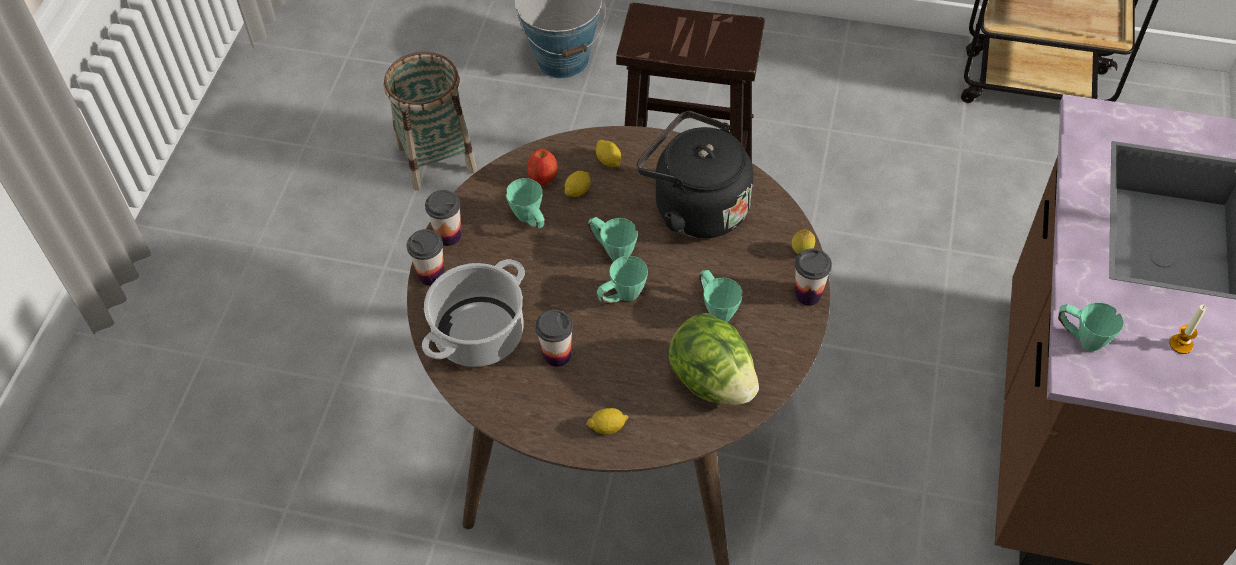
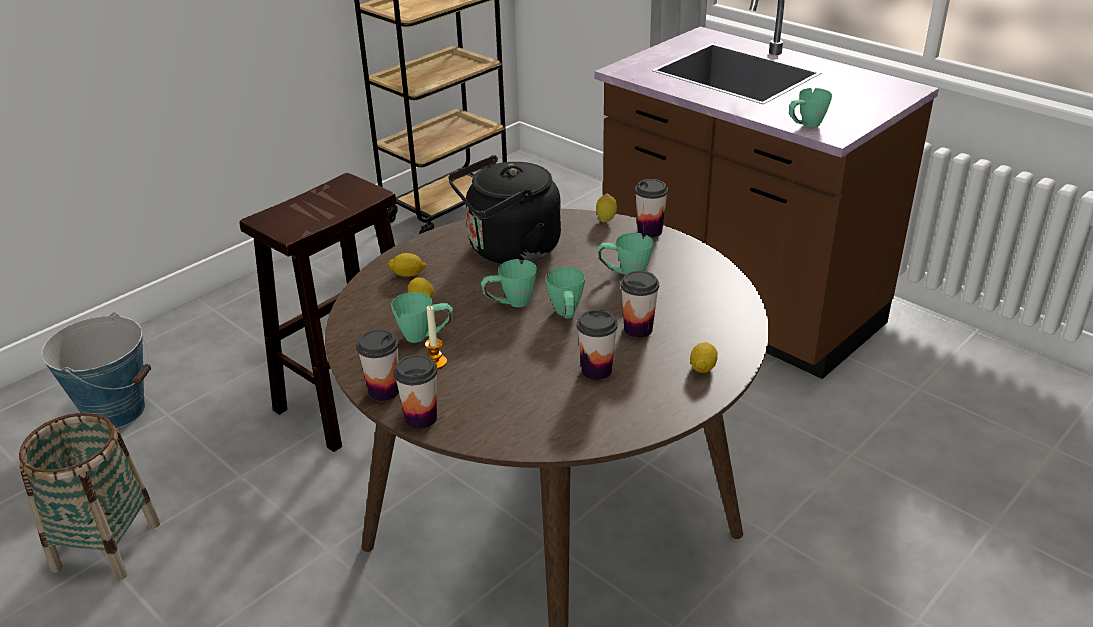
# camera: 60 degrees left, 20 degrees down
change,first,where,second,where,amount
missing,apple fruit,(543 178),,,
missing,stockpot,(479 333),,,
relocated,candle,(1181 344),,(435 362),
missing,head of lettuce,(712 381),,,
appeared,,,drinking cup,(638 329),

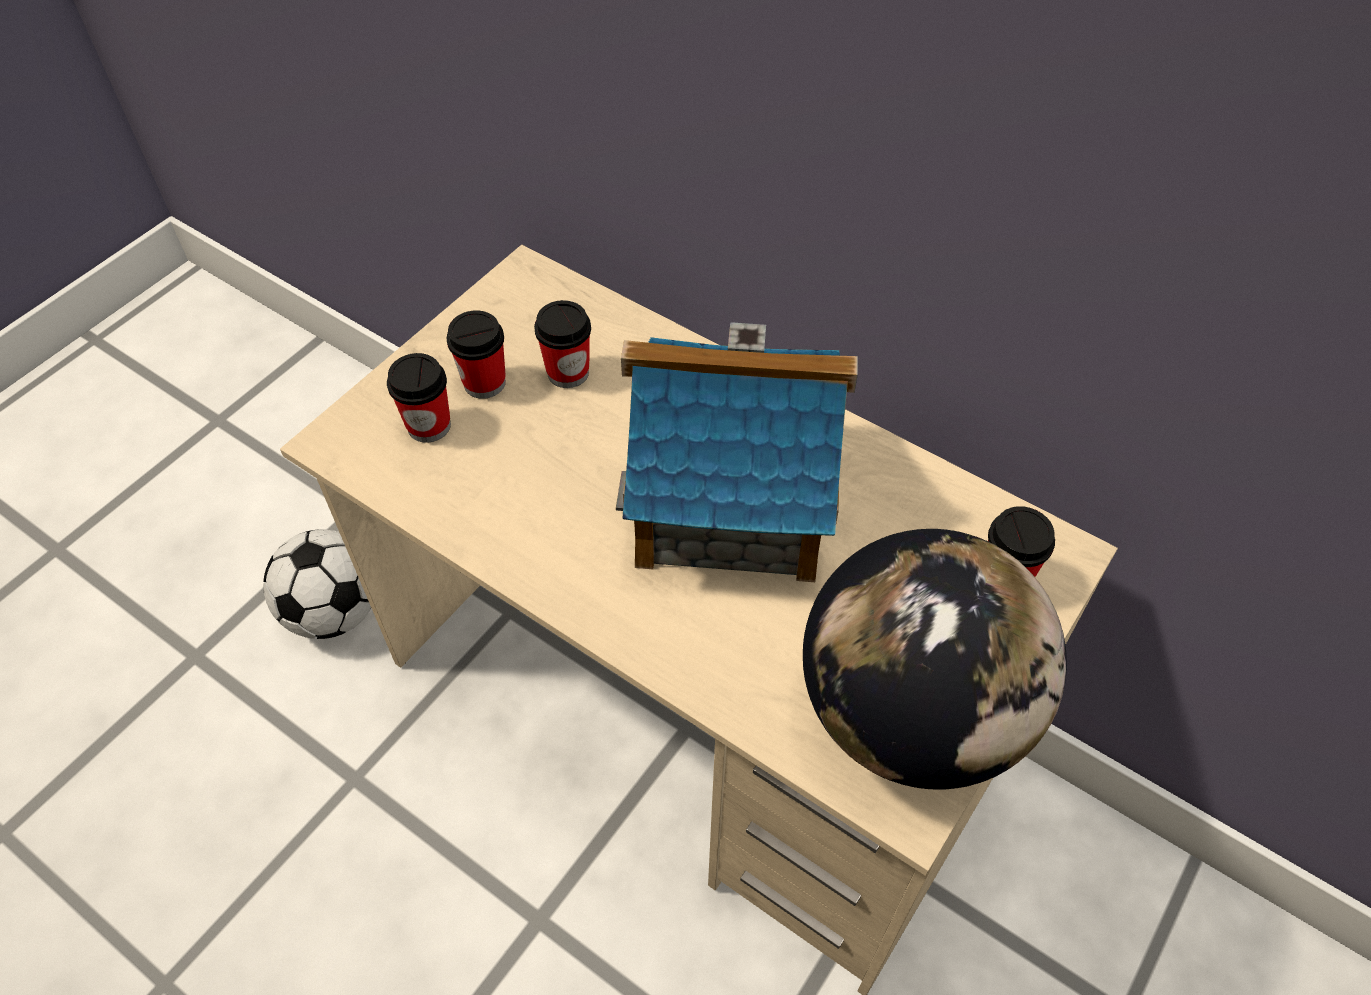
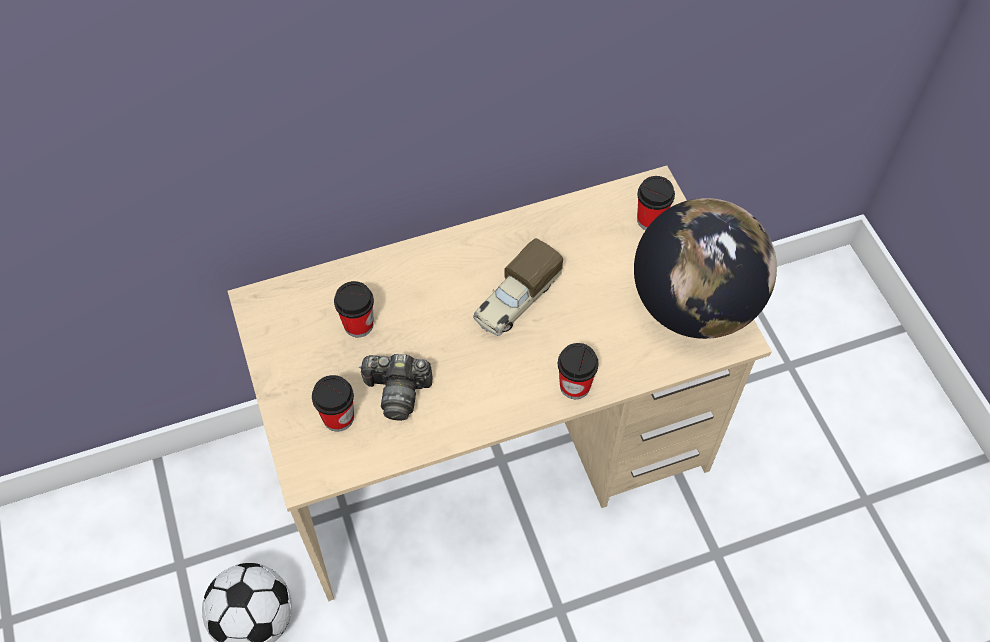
# camera: 55 degrees left, 5 degrees up
change,first,where,second,where,amount
relocated,drinking cup,(484 382),,(575 386),
exchanged,miniature house,(732 501),model truck,(516 301),
appeared,,,still camera,(398 391),

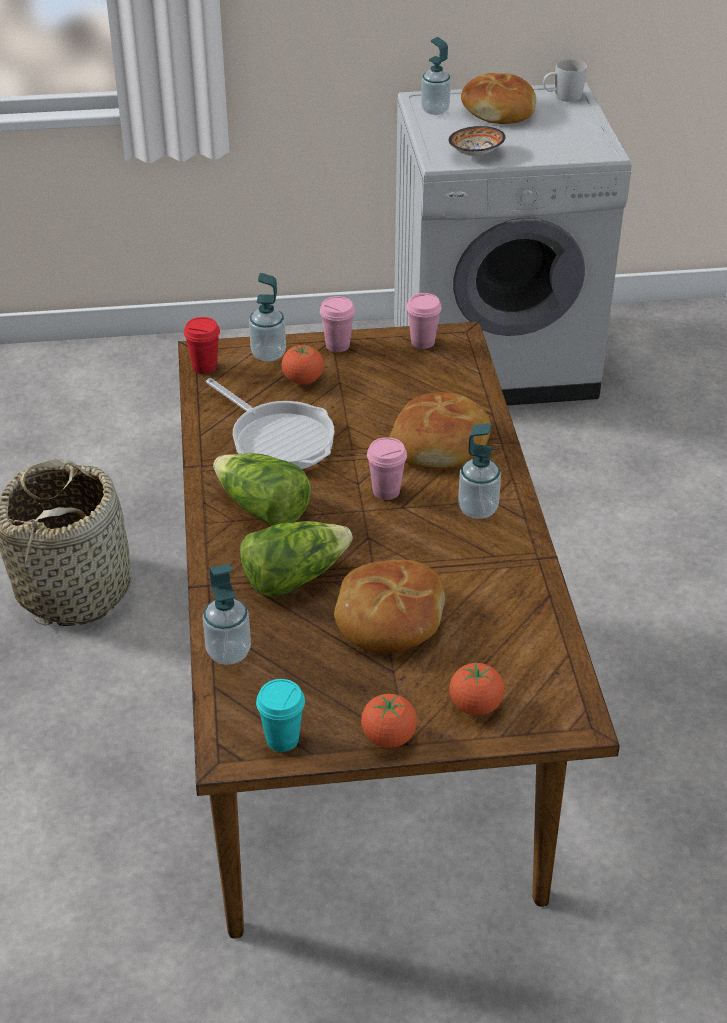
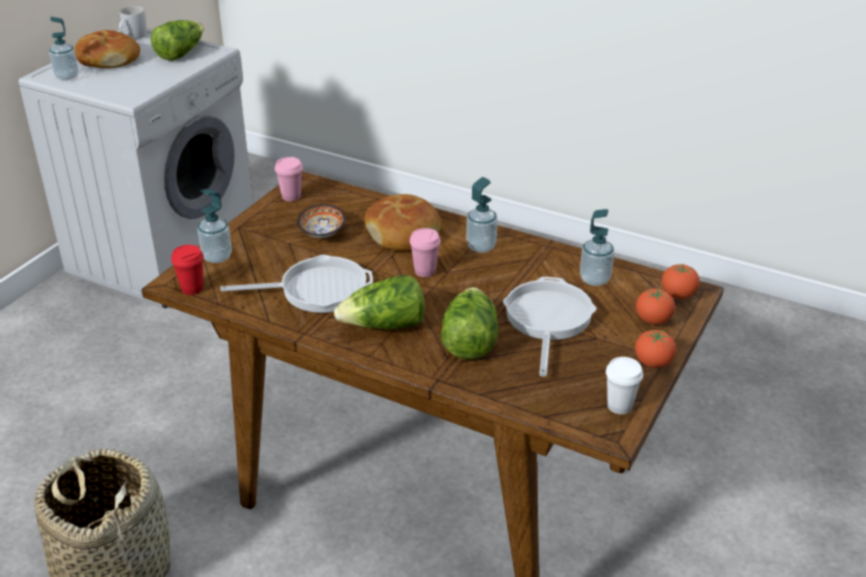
# camera: 55 degrees left, 5 degrees down
change,first,where,second,where,amount
relocated,bowl,(474 153),,(321 234),
missing,pinkish drinking cup,(337 345),,,
relocated,whole tomato,(303 380),,(678 295),
exchanged,bread,(388 619),pan,(547 320),
relocated,soap dispenser,(228 652),,(594 279),
colour,turquoise drinking cup,(282 739),white drinking cup,(619 406),
appeared,,,head of lettuce,(180 53),

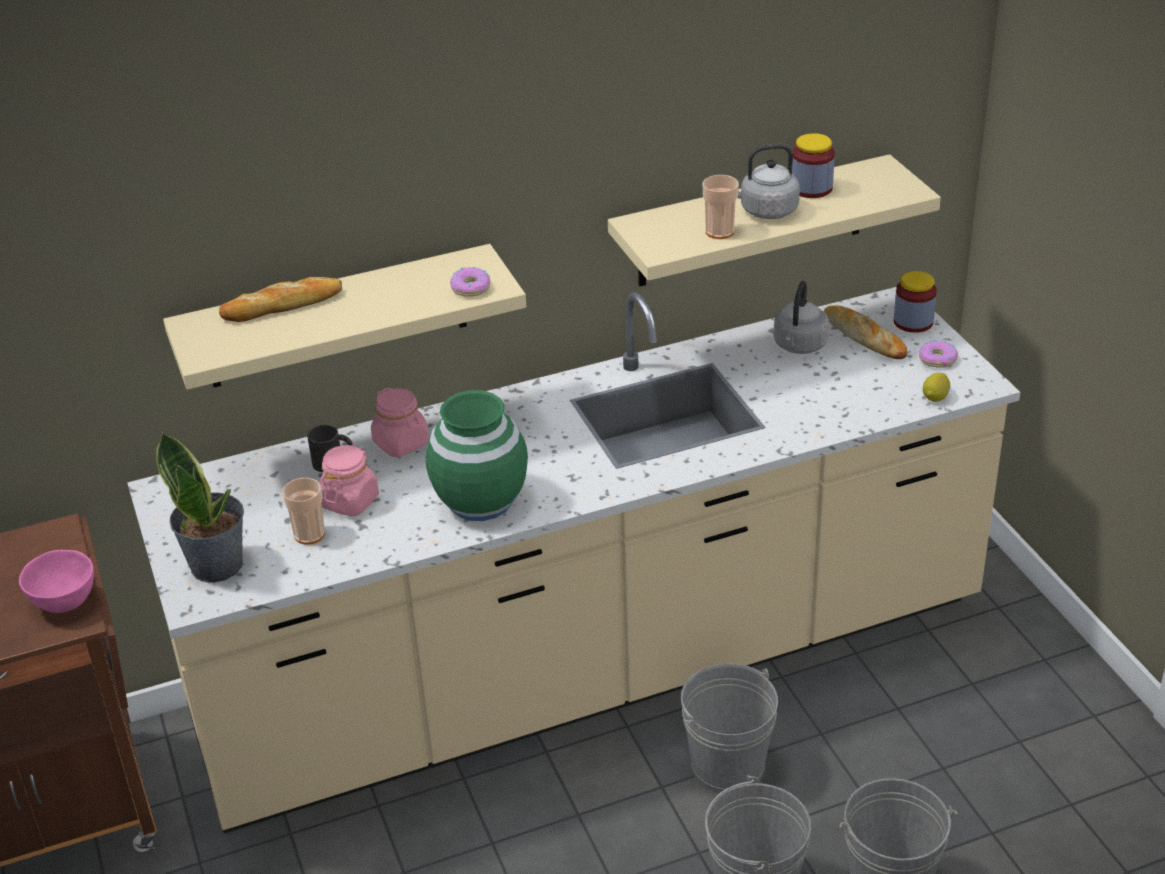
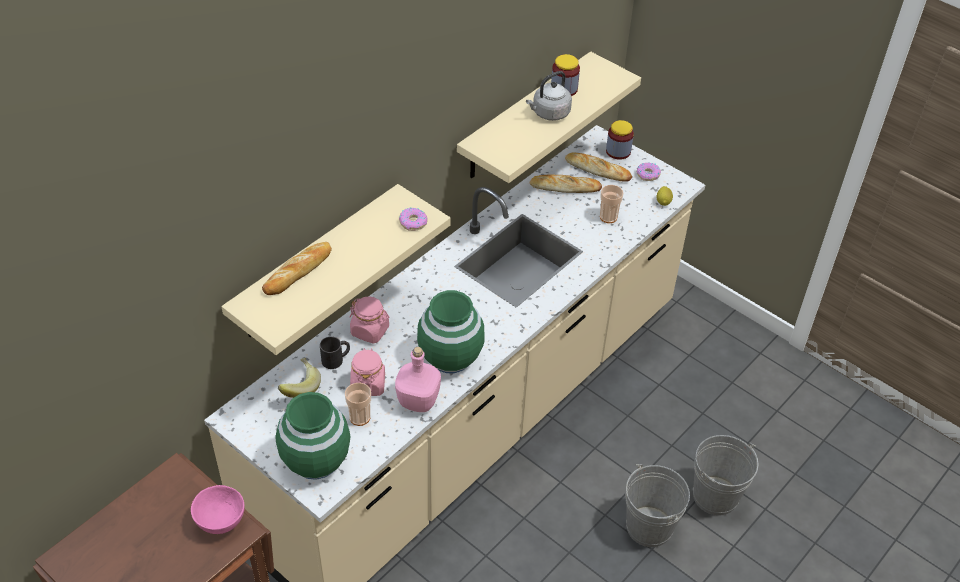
# camera: 30 degrees left, 10 degrees up
change,first,where,second,where,amount
relocated,drinking cup,(719 232),,(608 217),
exchanged,grey kettle,(799 346),bread,(565 187),
exchanged,houseplant,(217 564),green-coloured decorative vase,(315 460),
missing,grey pail,(728 767),,,
appeared,,,pinkish bottle,(418 401),
appeared,,,banana fruit,(298 386),

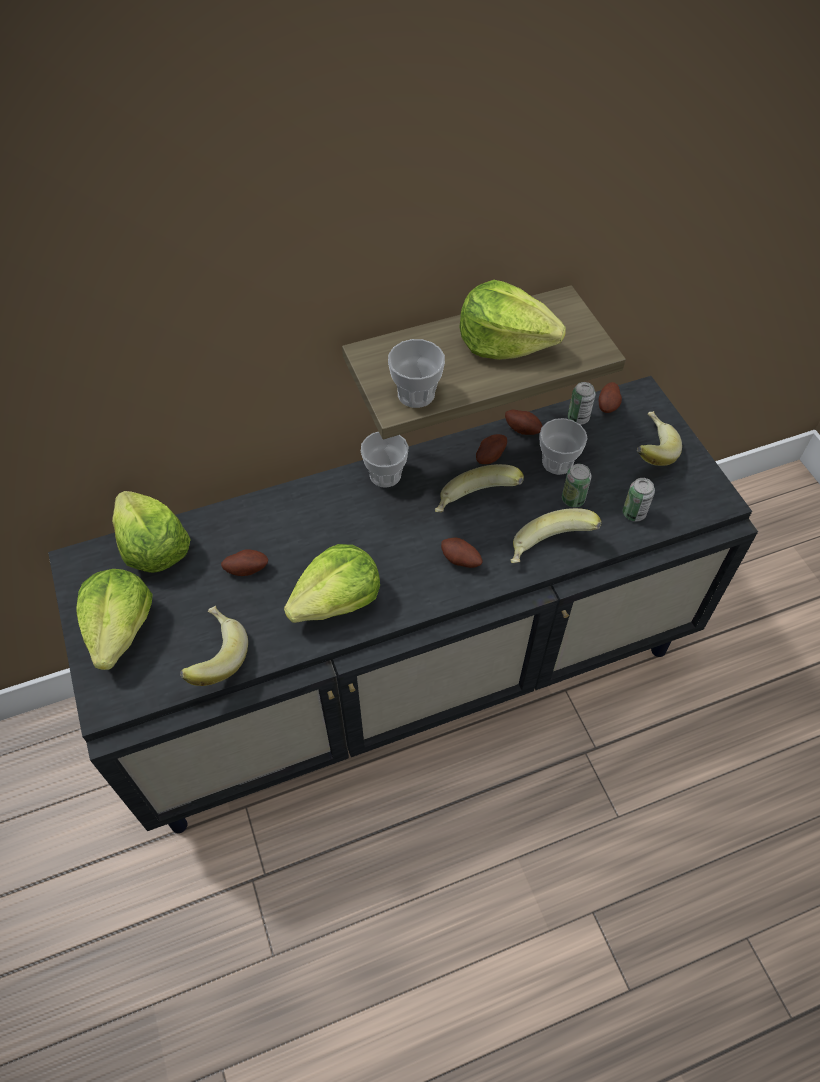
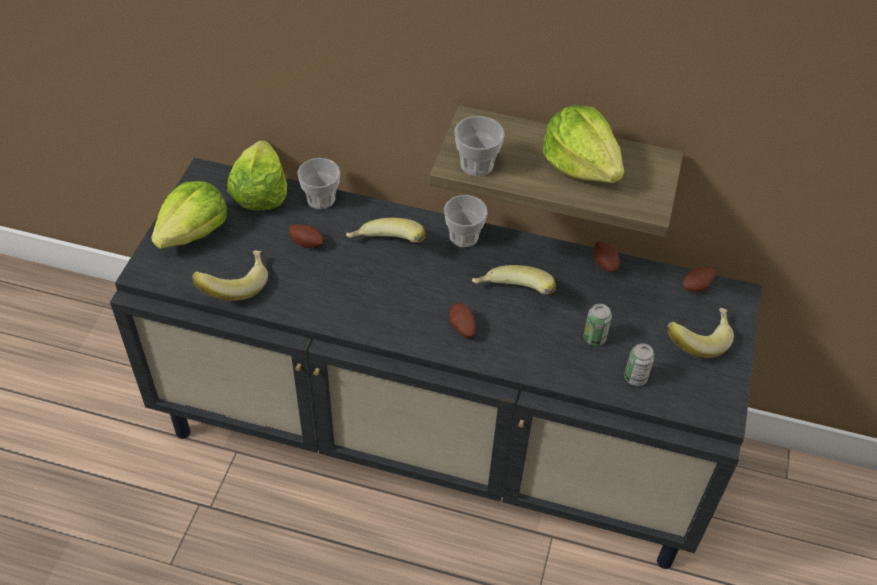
# camera: 35 degrees right, 5 degrees down
change,first,where,second,where,amount
missing,can,(578 418),,,
relocated,drinking cup,(557 462),,(321 199),
missing,potato,(489 456),,,
relocated,banana fruit,(549 552),,(386 248),
missing,head of lettuce,(337 601),,,

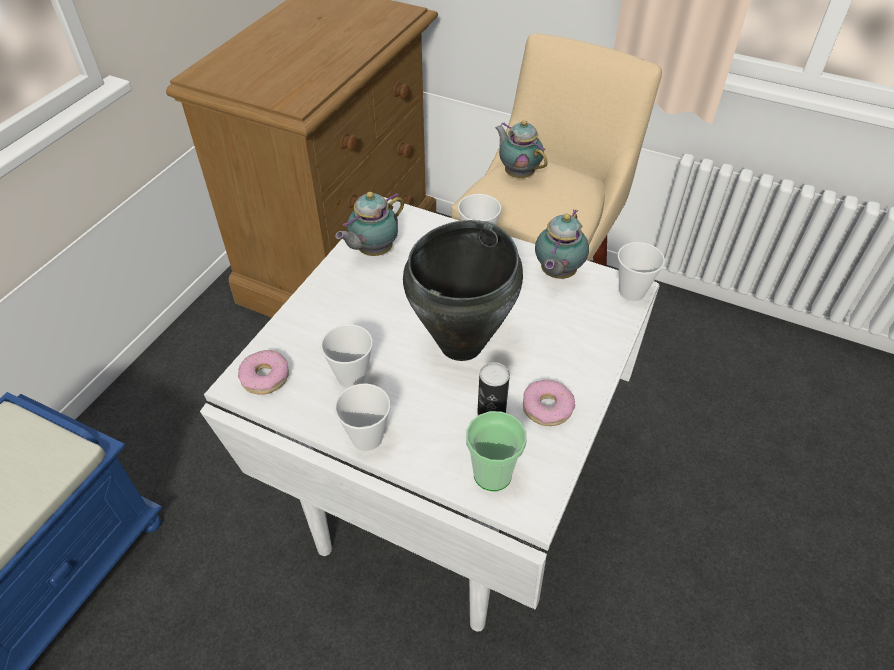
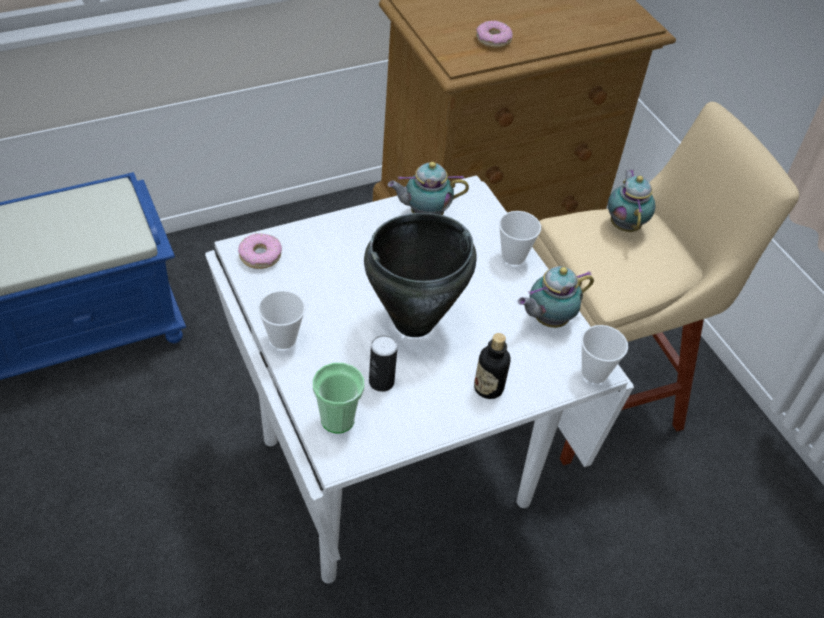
# camera: 35 degrees right, 0 degrees up
change,first,where,second,where,amount
missing,drinking cup,(352 377),,,
relocated,donut,(547 407),,(493 39),
appeared,,,bottle,(488 388),

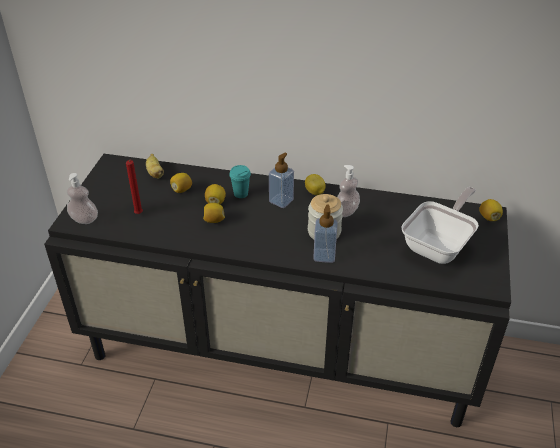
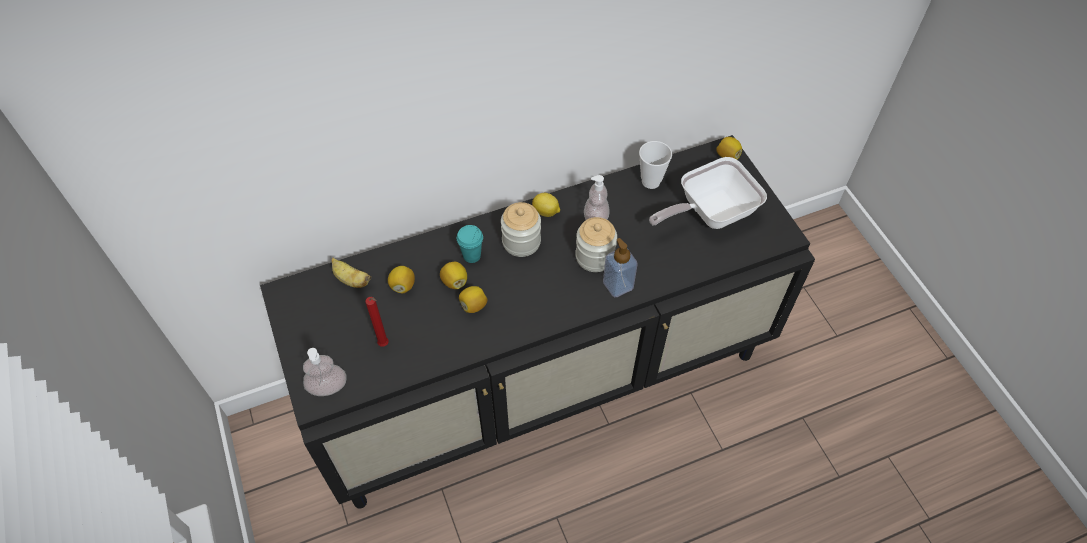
# camera: 35 degrees left, 15 degrees up
change,first,where,second,where,amount
exchanged,soap dispenser,(281 201),jar,(521 242),
spun,pan,(439 245),,(709 213),120 degrees counterclockwise
appeared,,,drinking cup,(650 181),

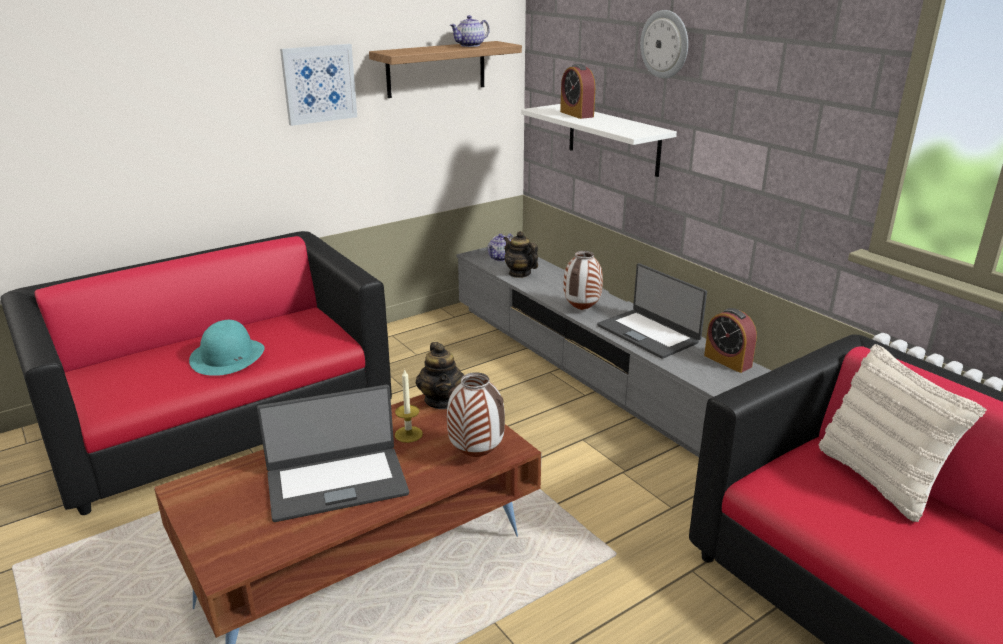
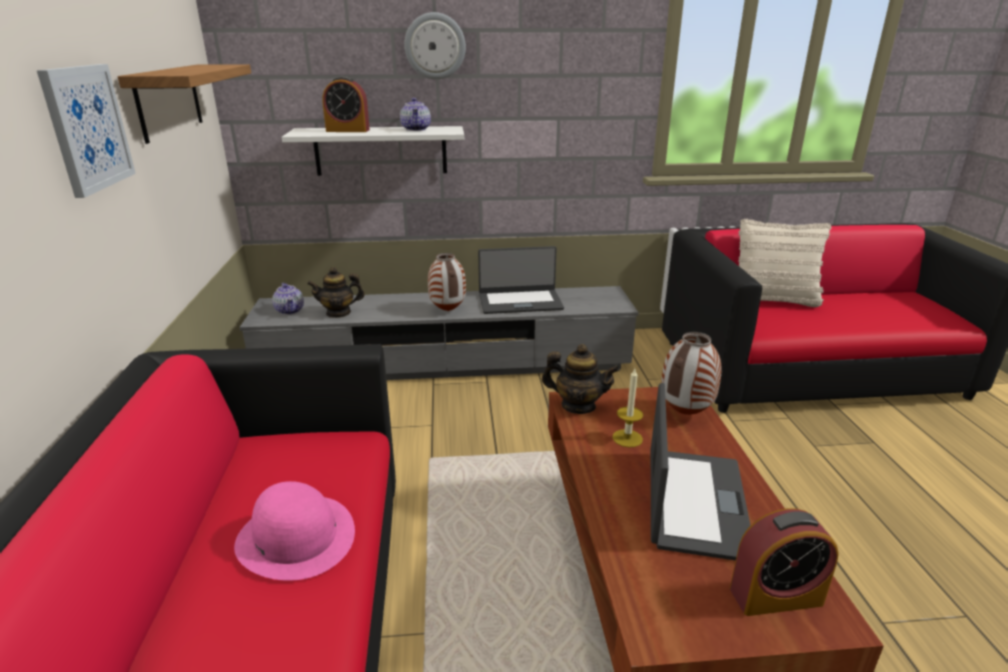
# camera: 60 degrees left, 0 degrees up
change,first,where,second,where,amount
relocated,tea pot,(470 45),,(416 129),
relocated,alarm clock,(727 361),,(775 596),
colour,turquoise hat,(227 356),pinkish hat,(296 537),

